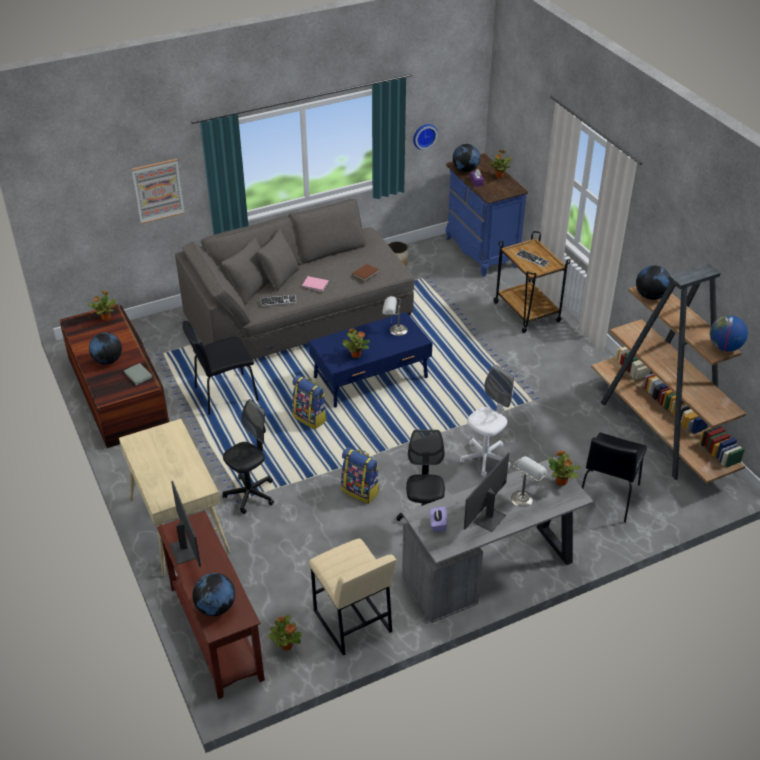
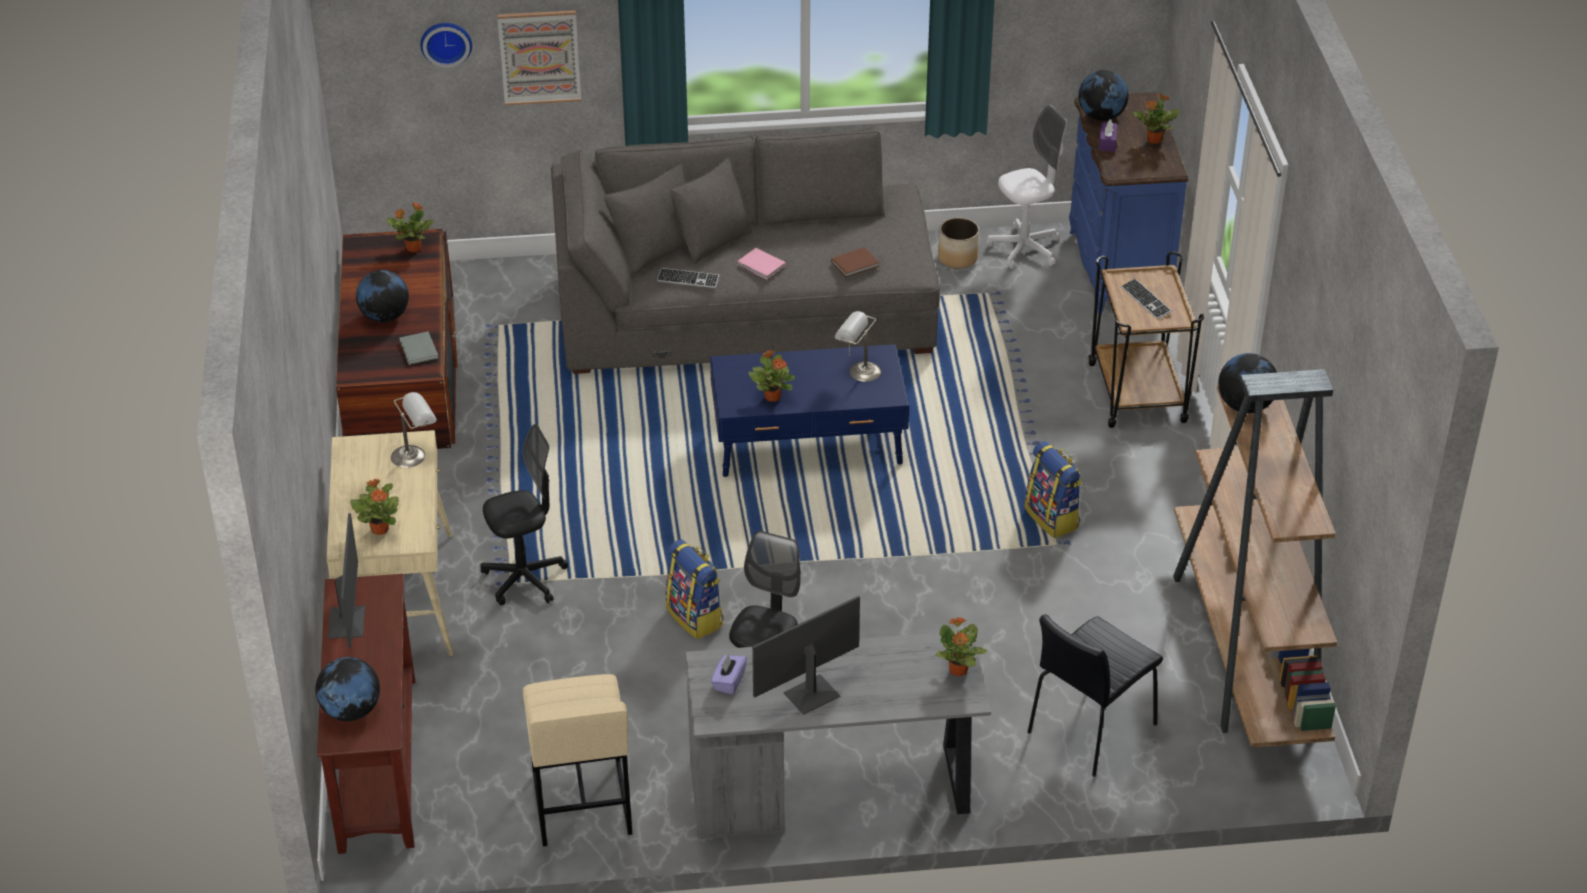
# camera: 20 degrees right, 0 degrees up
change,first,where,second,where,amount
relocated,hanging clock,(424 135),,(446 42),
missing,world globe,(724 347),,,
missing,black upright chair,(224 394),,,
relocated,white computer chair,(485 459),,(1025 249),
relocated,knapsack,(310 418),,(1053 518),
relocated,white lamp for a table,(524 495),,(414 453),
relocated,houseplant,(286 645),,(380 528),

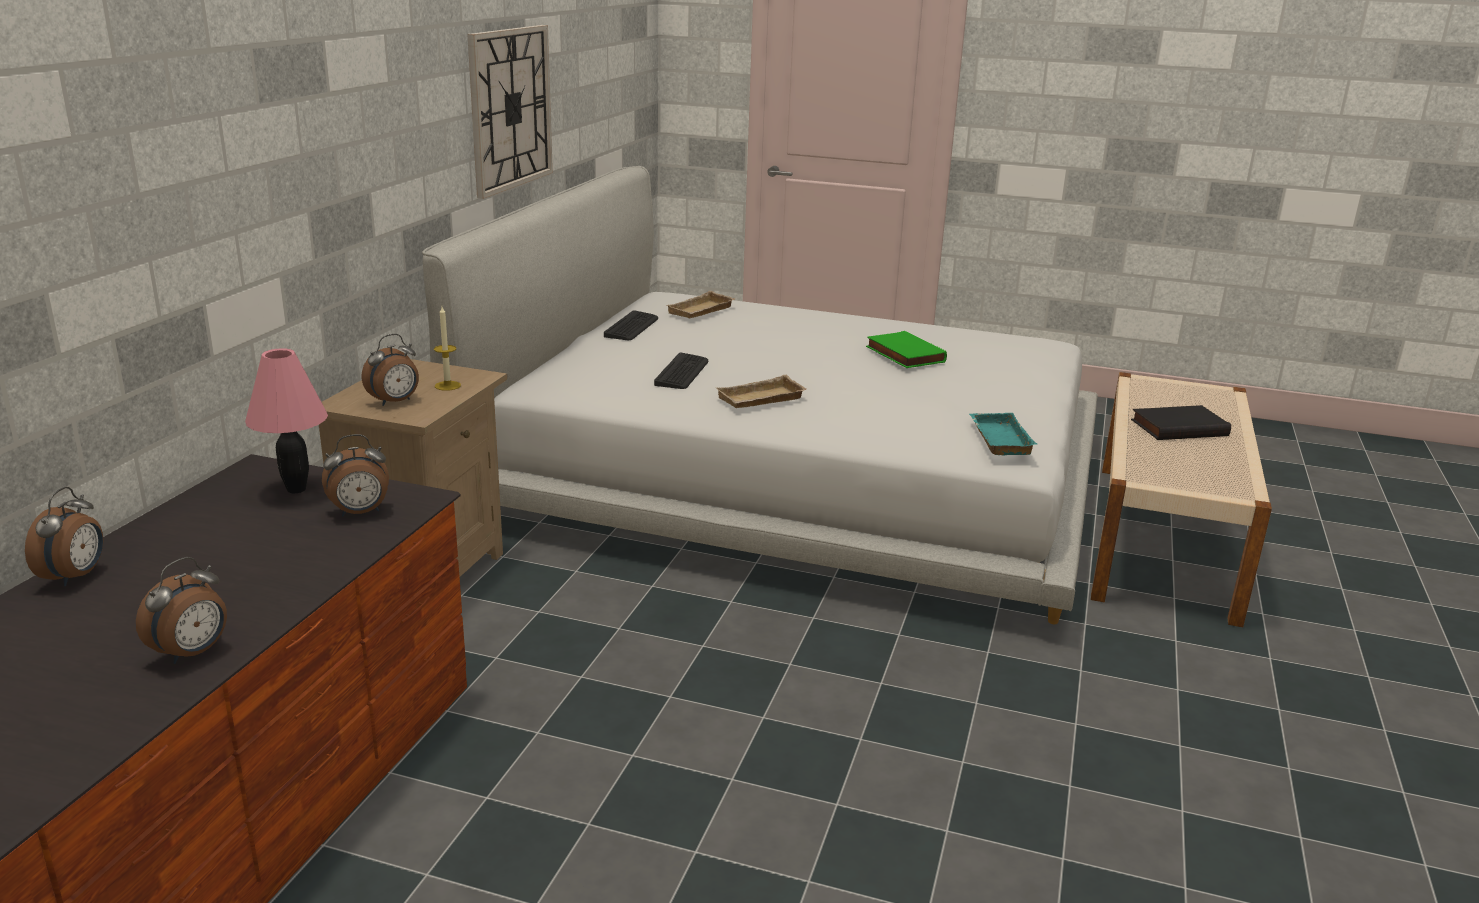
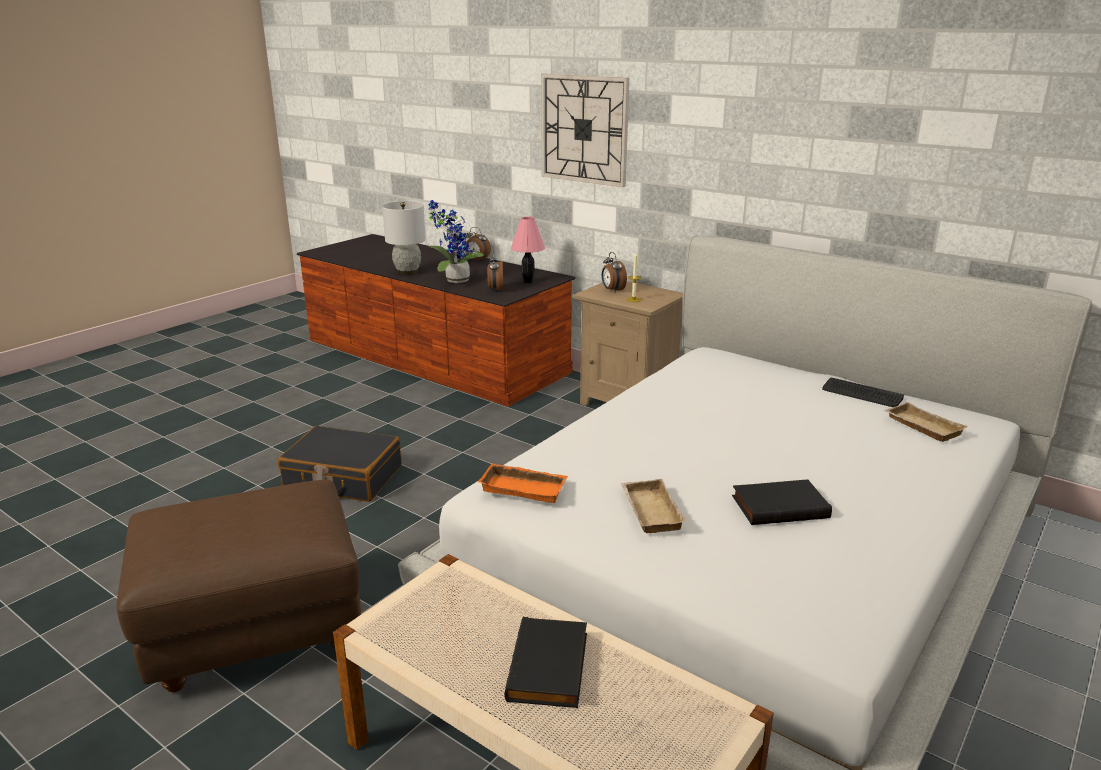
# camera: 110 degrees right, 0 degrees up
change,first,where,second,where,amount
relocated,hanging clock,(510 108),,(584 129),
colour,green-coloured book,(903 354),black book,(779 506),
missing,PC keyboard,(682 372),,,
relocated,beige-coloured tray,(761 400),,(649 511),
colour,turquoise tray,(997 439),orange tray,(525 487),
exchanged,alarm clock,(192 653),white lamp for a table,(408 272),
appeared,,,houseplant,(454 280),
appeared,,,black piece of luggage,(343 478),
appeared,,,brownish ottoman,(254 631),

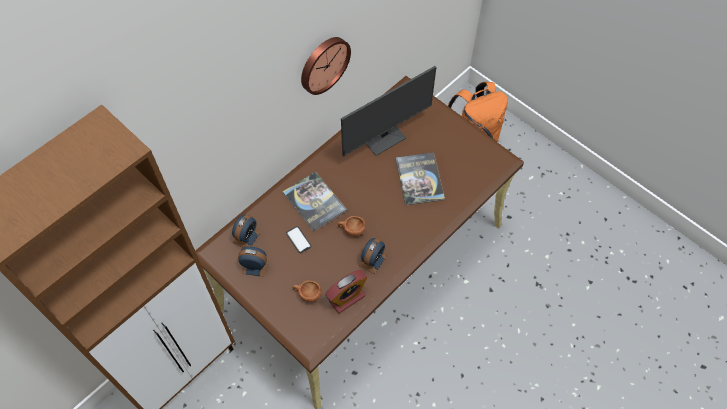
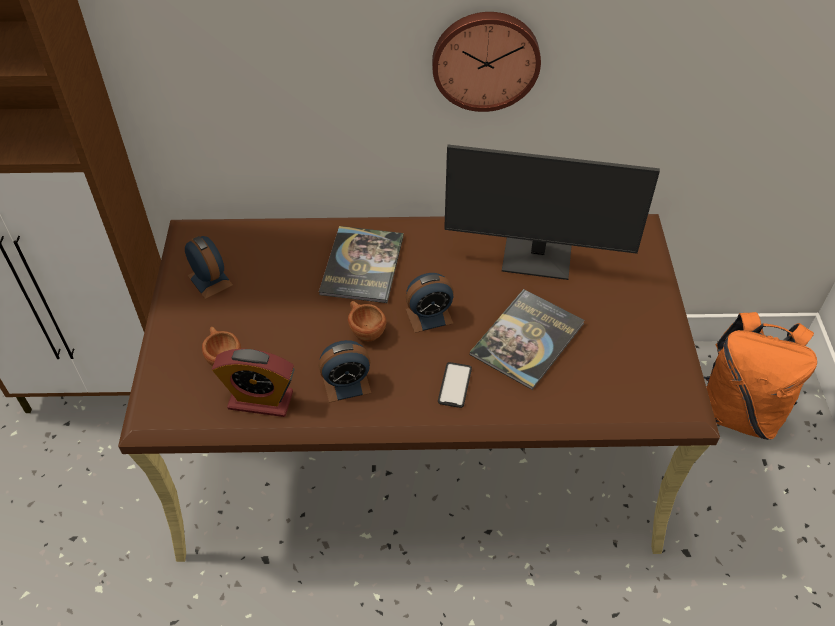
# camera: 45 degrees right, 10 degrees down
change,first,where,second,where,amount
relocated,alarm clock,(246 237),,(429 316),
relocated,telephone,(298 240),,(454 385),

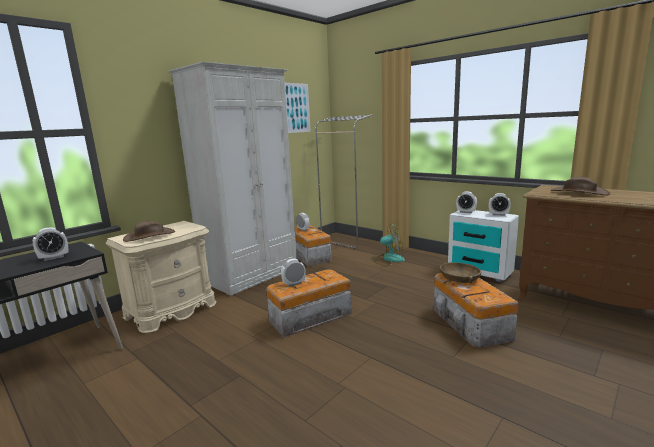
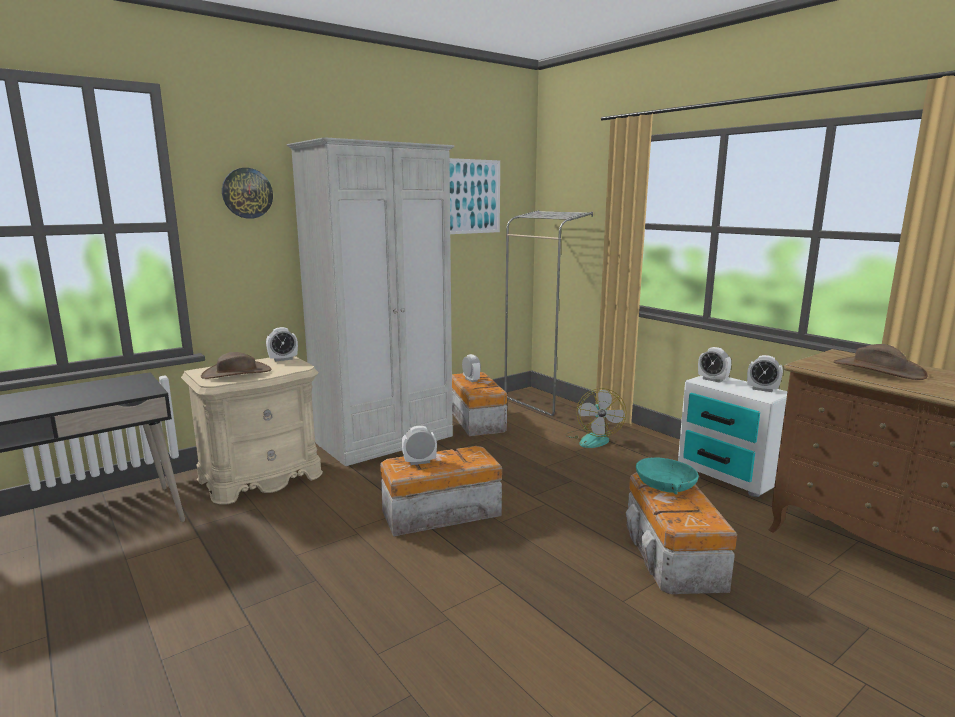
# camera: 10 degrees right, 0 degrees up
change,first,where,second,where,amount
spun,cooling fan,(388 259),,(593 439),90 degrees clockwise
relocated,alarm clock,(54 257),,(283 359),
colour,brownish bowl,(460 278),turquoise bowl,(665 484),
appeared,,,hanging clock,(247 193),

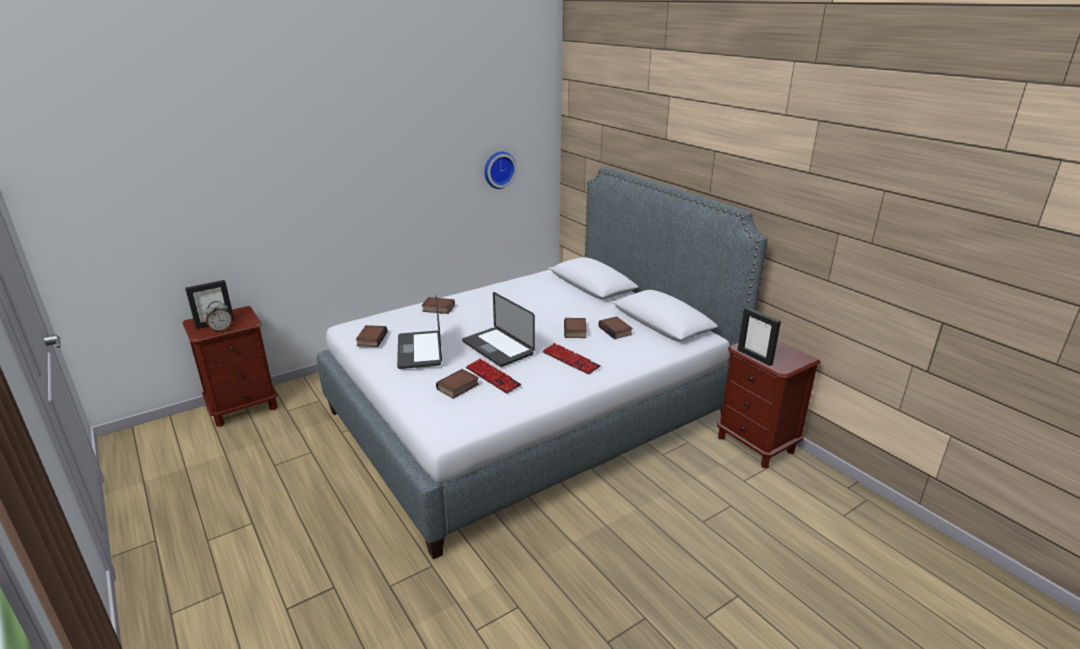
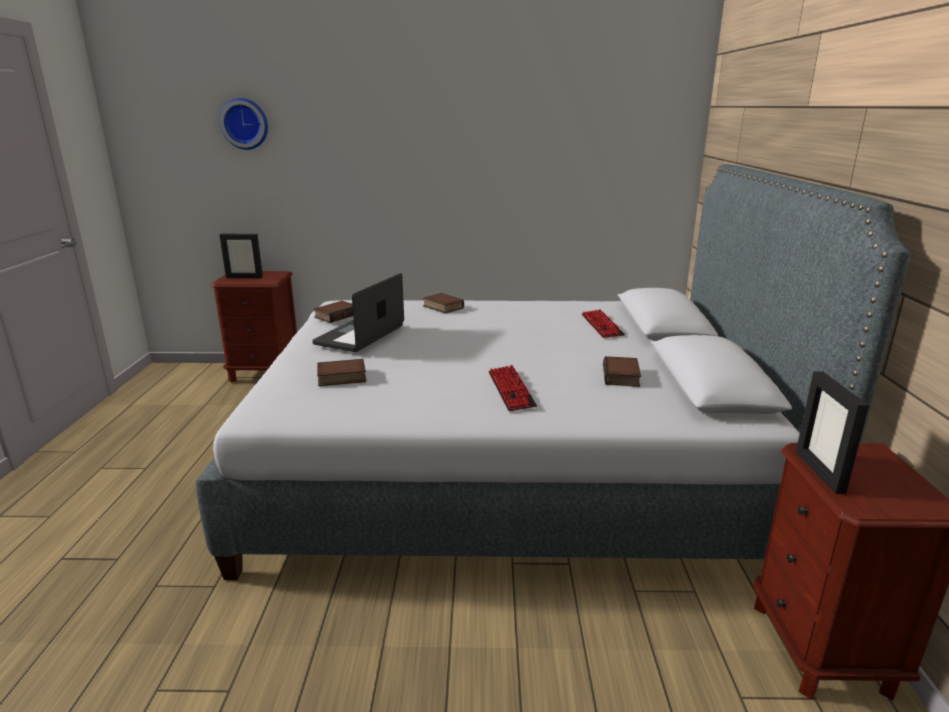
# camera: 35 degrees right, 5 degrees down
change,first,where,second,where,amount
relocated,hanging clock,(498 169),,(245 124),
missing,laptop,(497 348),,,
missing,alarm clock,(221 329),,,
missing,book,(576 331),,,
relocated,PC keyboard,(493 377),,(601 325),

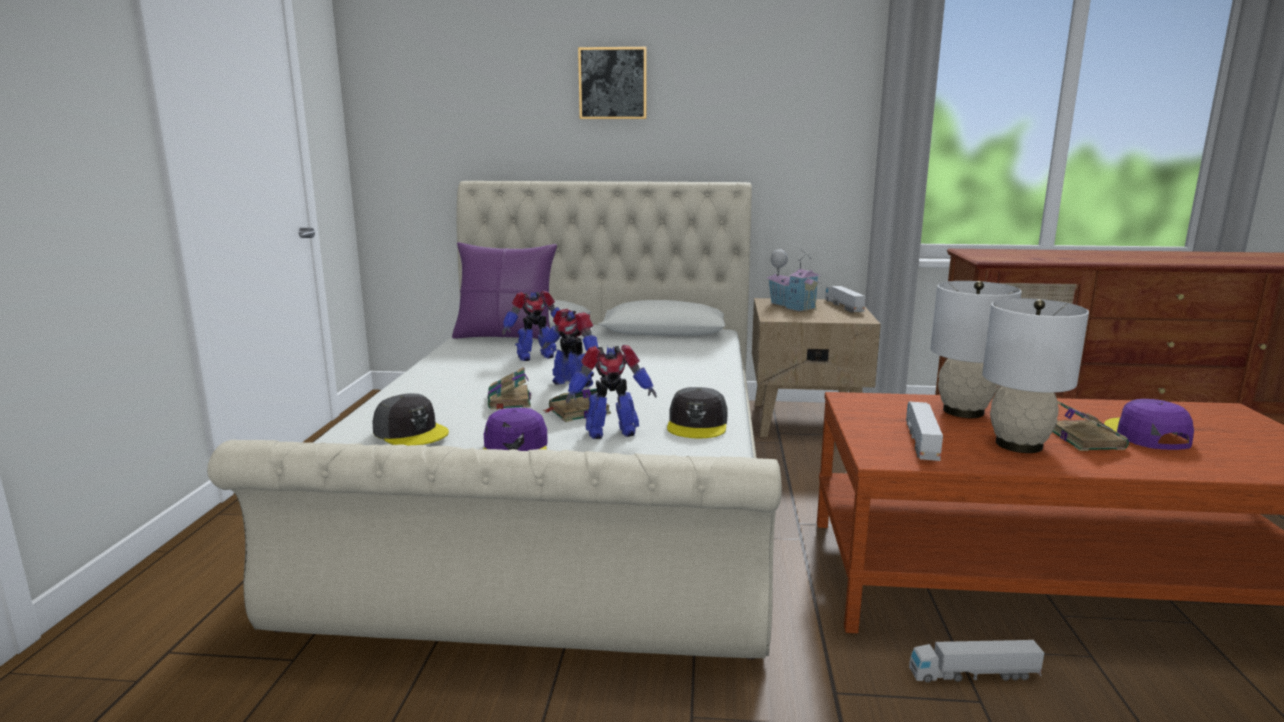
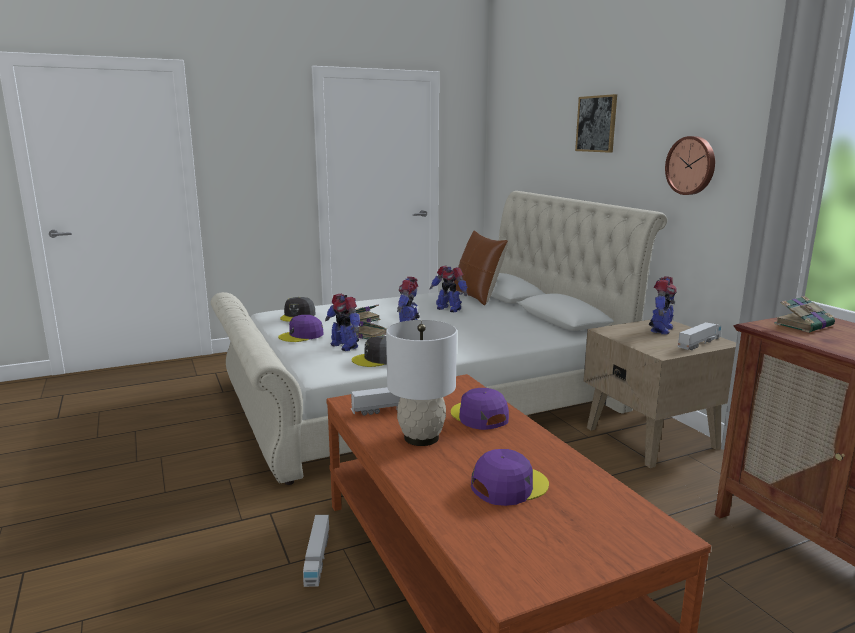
# camera: 60 degrees right, 0 degrees up
change,first,where,second,where,amount
colour,purplish throw pillow,(506 336),brownish throw pillow,(477 296),
exchanged,miniature house,(792 306),model robot,(660 330),
exchanged,white lamp for a table,(963 411),purplish peaked cap,(479 416),
relocated,book,(1084 438),,(804 325),
spun,model truck,(974 674),,(317 558),150 degrees counterclockwise
appeared,,,hanging clock,(691 165),

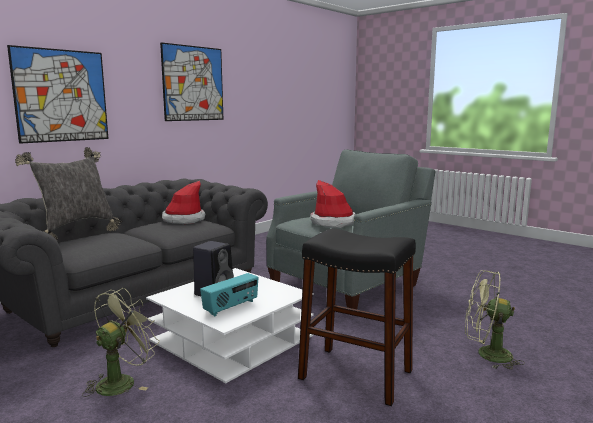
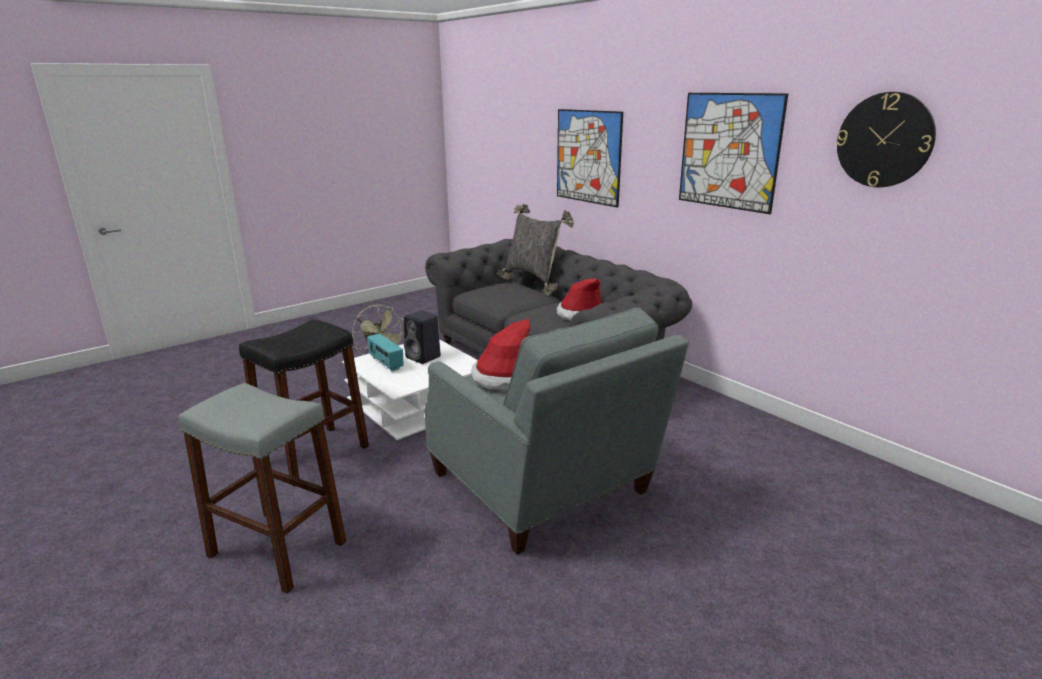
# camera: 100 degrees right, 10 degrees up
change,first,where,second,where,amount
exchanged,green-coloured cooling fan,(486 355),grey sitting stool,(277 549),
appeared,,,hanging clock,(884 140),

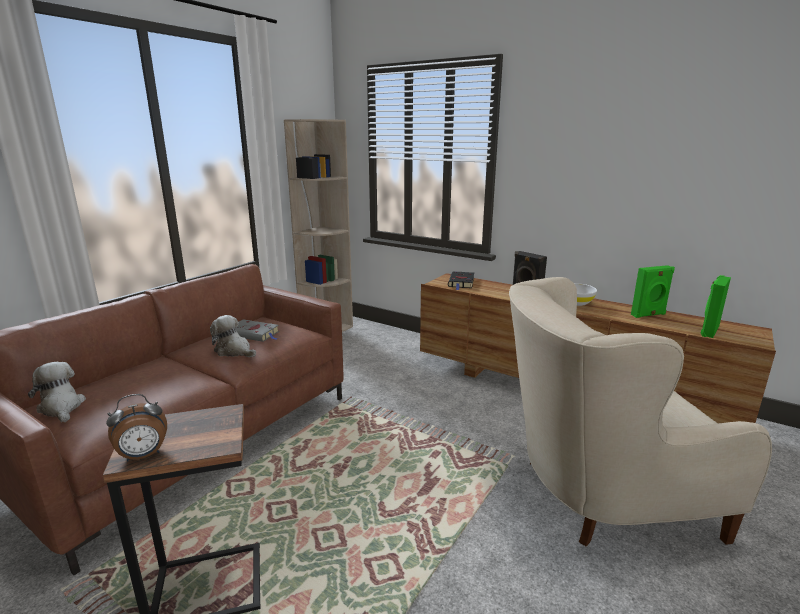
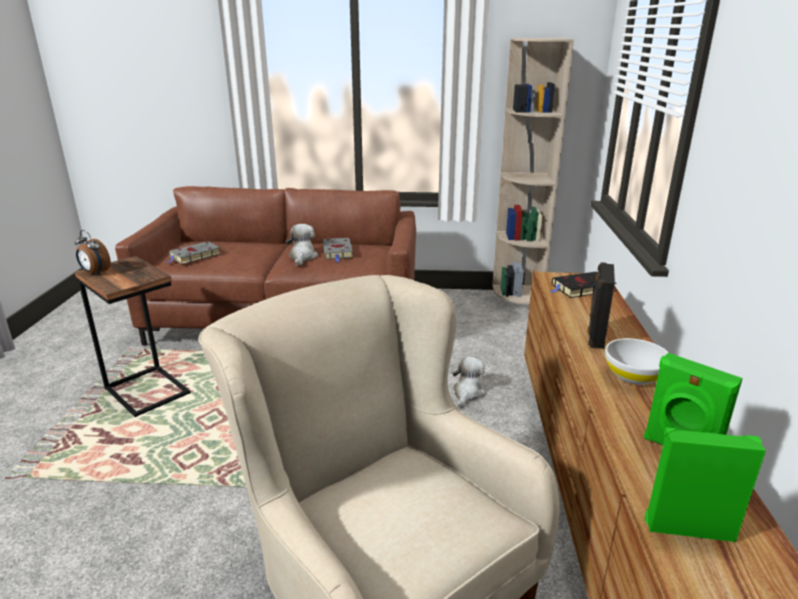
# camera: 60 degrees right, 5 degrees up
change,first,where,second,where,amount
relocated,soft toy,(61 407),,(467 393),
appeared,,,grey book,(194 256),

